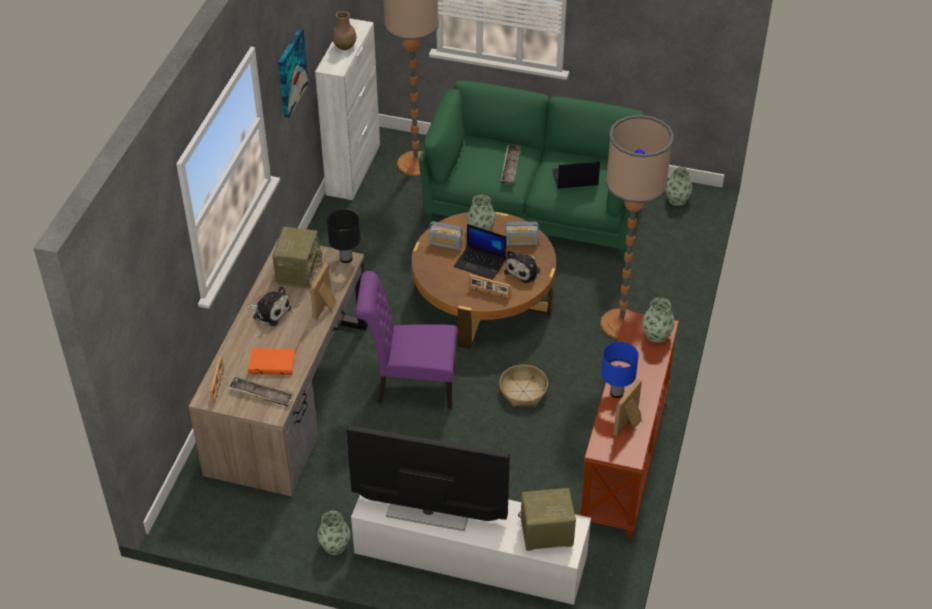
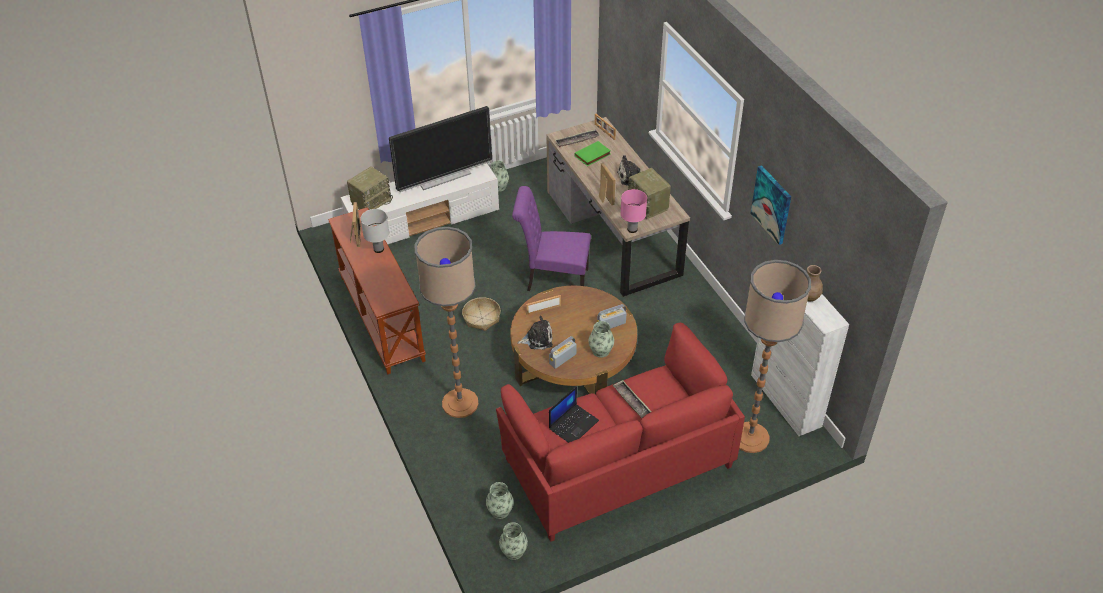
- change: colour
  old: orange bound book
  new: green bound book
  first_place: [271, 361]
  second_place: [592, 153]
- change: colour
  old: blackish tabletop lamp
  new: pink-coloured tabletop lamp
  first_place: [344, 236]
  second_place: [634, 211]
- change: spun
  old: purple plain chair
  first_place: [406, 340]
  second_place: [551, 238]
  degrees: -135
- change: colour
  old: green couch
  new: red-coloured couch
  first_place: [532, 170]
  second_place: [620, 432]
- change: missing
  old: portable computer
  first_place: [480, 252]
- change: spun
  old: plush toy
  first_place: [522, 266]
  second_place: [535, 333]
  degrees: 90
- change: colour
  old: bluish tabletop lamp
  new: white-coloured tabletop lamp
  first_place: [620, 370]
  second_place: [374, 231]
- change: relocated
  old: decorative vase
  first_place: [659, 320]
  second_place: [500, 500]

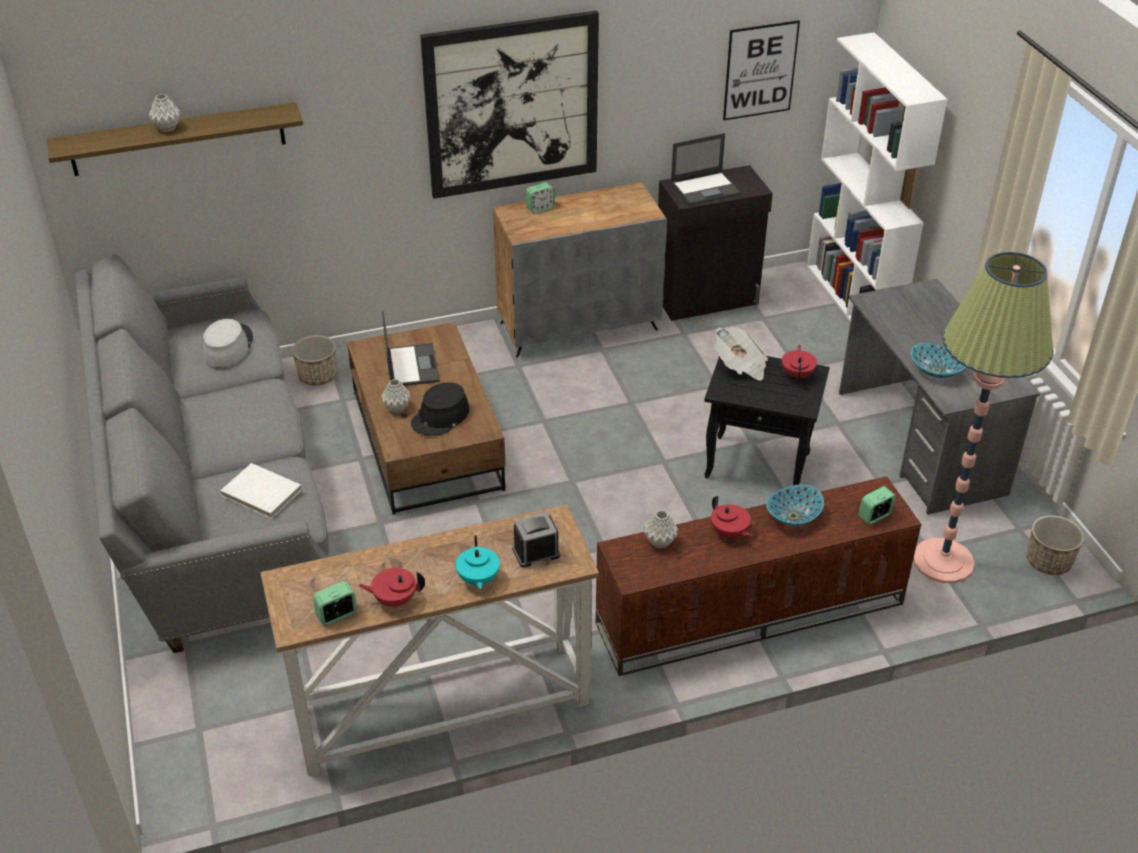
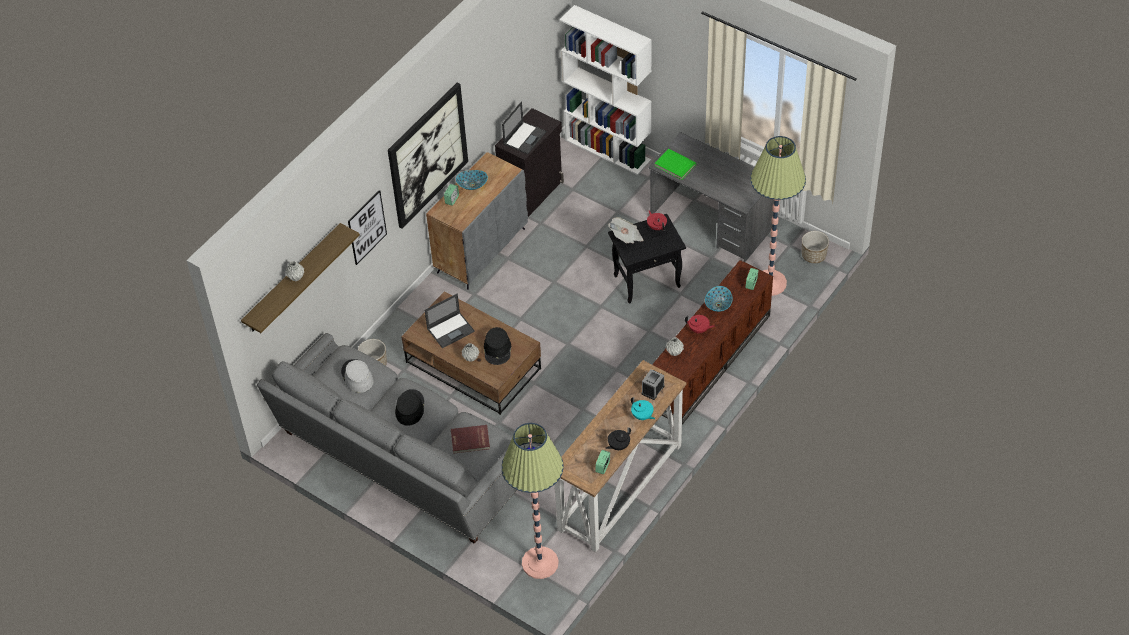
- change: colour
  old: white-coloured bound book
  new: red-coloured bound book
  first_place: [261, 491]
  second_place: [470, 439]
- change: colour
  old: red-coloured pot for tea
  new: blackish pot for tea
  first_place: [391, 588]
  second_place: [618, 438]
- change: spun
  old: portable computer
  first_place: [411, 348]
  second_place: [450, 321]
  degrees: 105
- change: relocated
  old: wall art
  first_place: [761, 70]
  second_place: [367, 227]
- change: relocated
  old: bowl
  first_place: [938, 360]
  second_place: [472, 180]
- change: appeared
  new: blackish clothing hat
  second_place: [409, 407]
- change: appeared
  new: standard lamp
  second_place: [532, 501]
- change: appeared
  new: green bound book
  second_place: [675, 164]

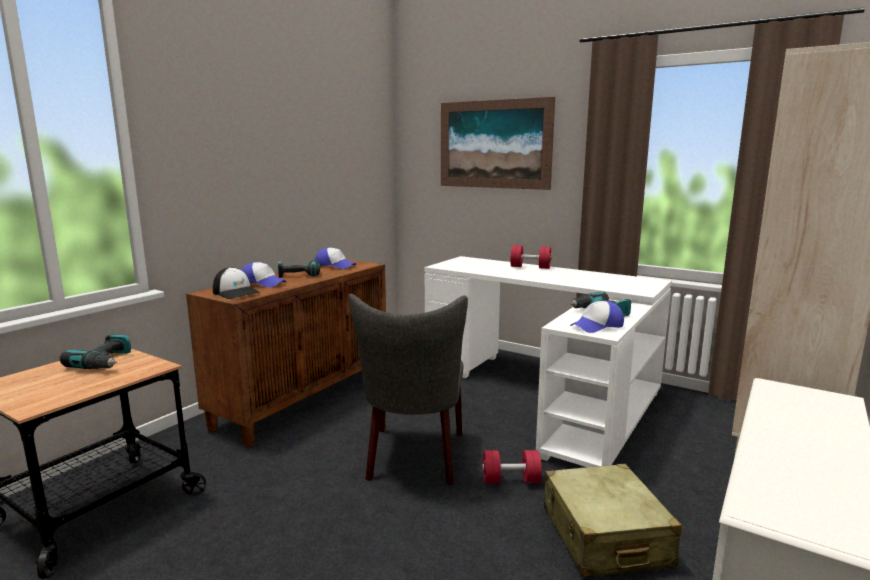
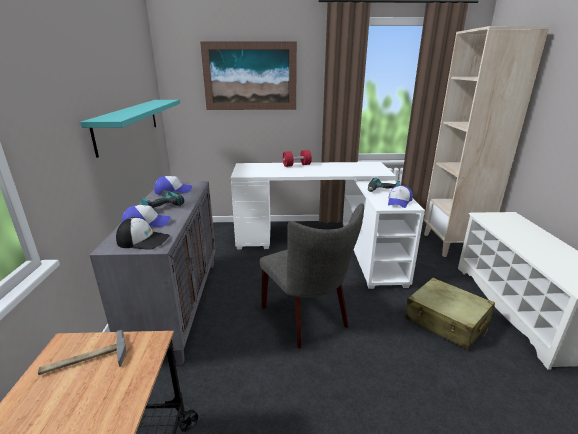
- change: exchanged
  old: electric drill
  new: tool hammer
  first_place: [95, 351]
  second_place: [82, 352]
- change: colour
  old: brownish storage cabinet
  new: gray storage cabinet
  first_place: [286, 353]
  second_place: [152, 273]
- change: missing
  old: red-coloured free weight
  first_place: [512, 466]
- change: appeared
  new: turquoise shelf
  second_place: [130, 129]

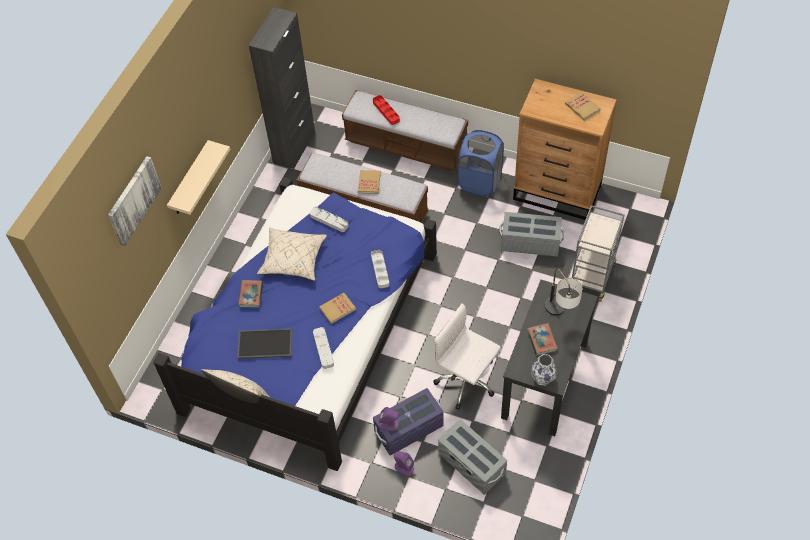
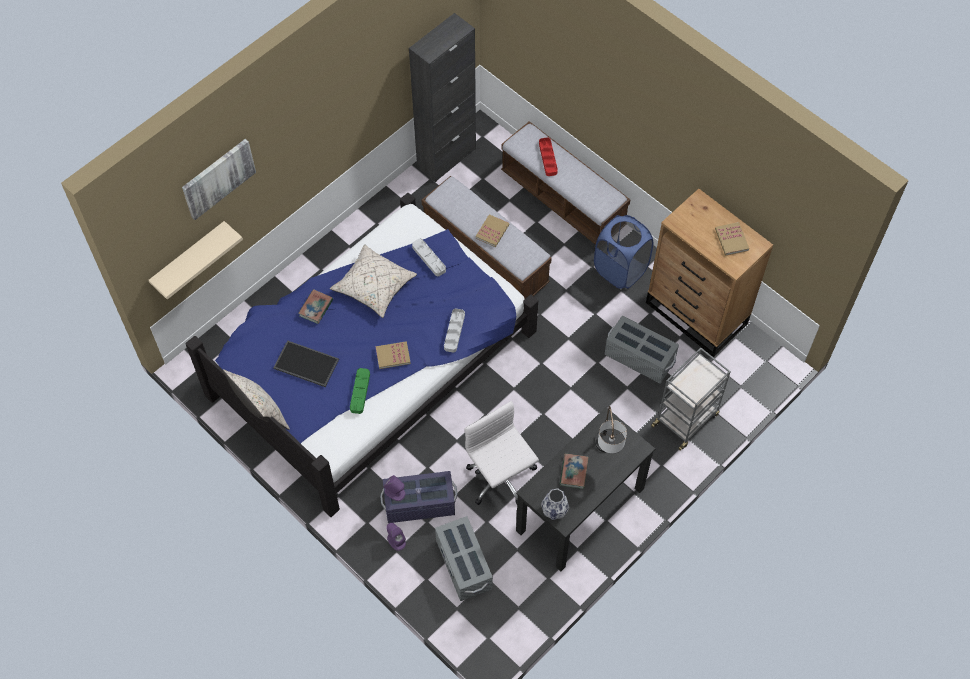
- change: relocated
  old: beige-coloured shelf
  first_place: [198, 177]
  second_place: [196, 260]
- change: colour
  old: gray tray
  new: green tray
  first_place: [323, 348]
  second_place: [360, 391]

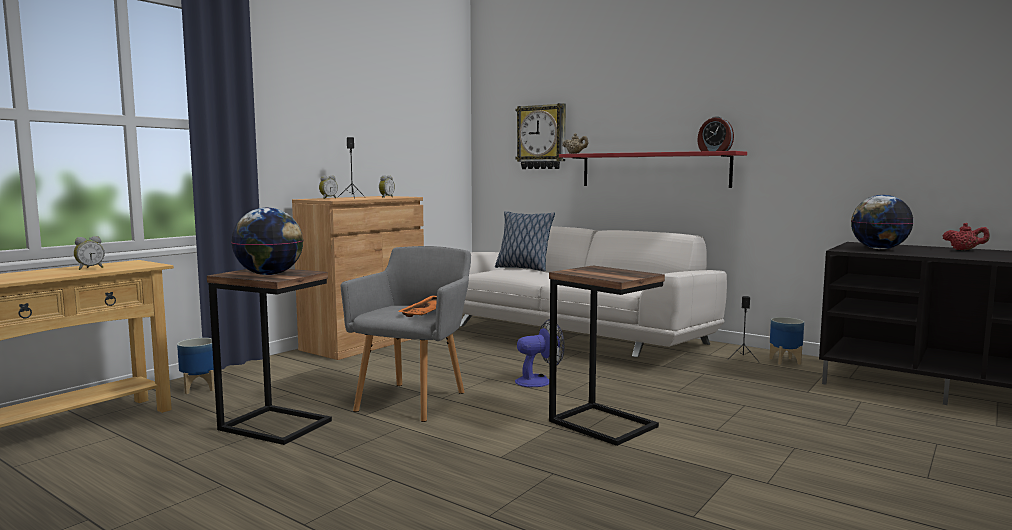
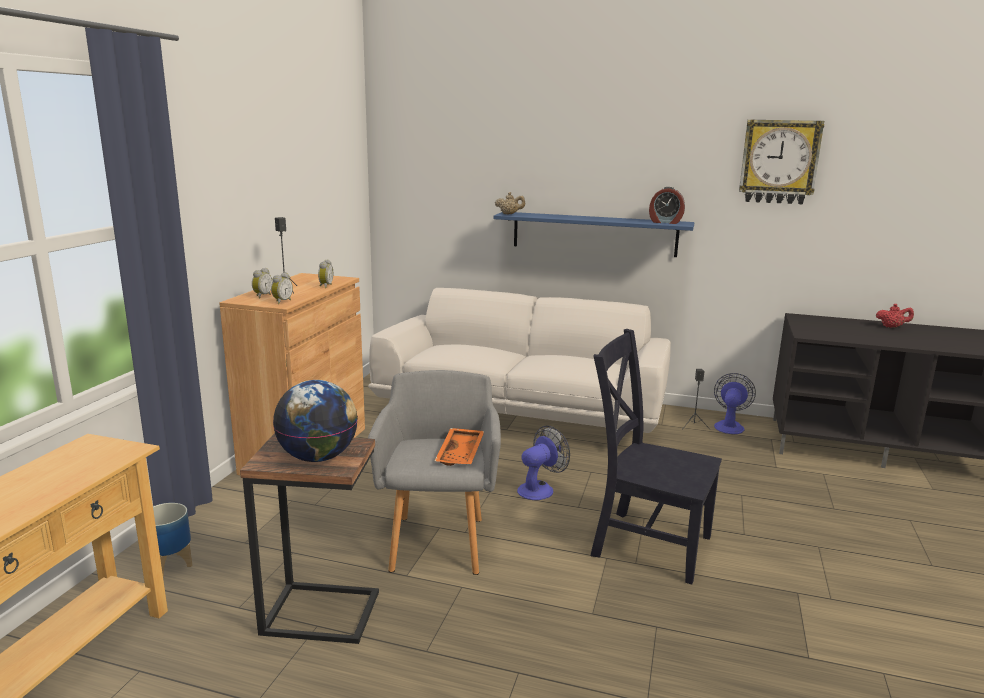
- change: relocated
  old: bedside clock
  first_place: [89, 253]
  second_place: [282, 288]
- change: missing
  old: pillow
  first_place: [525, 241]
- change: relocated
  old: clock on the wall
  first_place: [540, 136]
  second_place: [781, 161]
- change: exchanged
  old: end table
  new: blackish plain chair
  first_place: [607, 356]
  second_place: [656, 457]
- change: colour
  old: red-coloured shelf
  new: bluish shelf
  first_place: [653, 169]
  second_place: [593, 234]
- change: exchanged
  old: planter
  new: fan
  first_place: [786, 341]
  second_place: [735, 403]
- change: missing
  old: globe
  first_place: [882, 222]

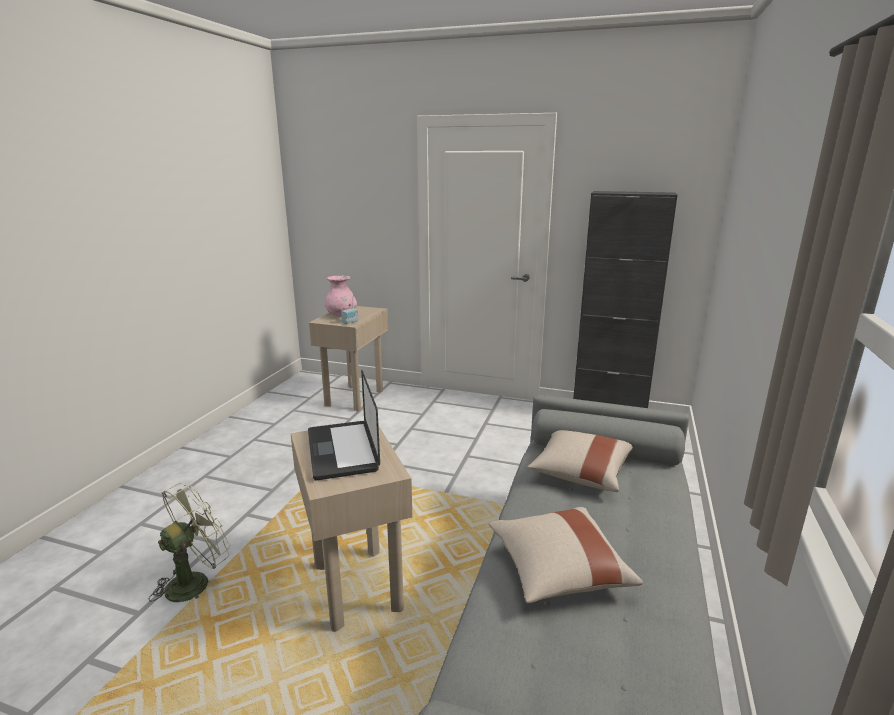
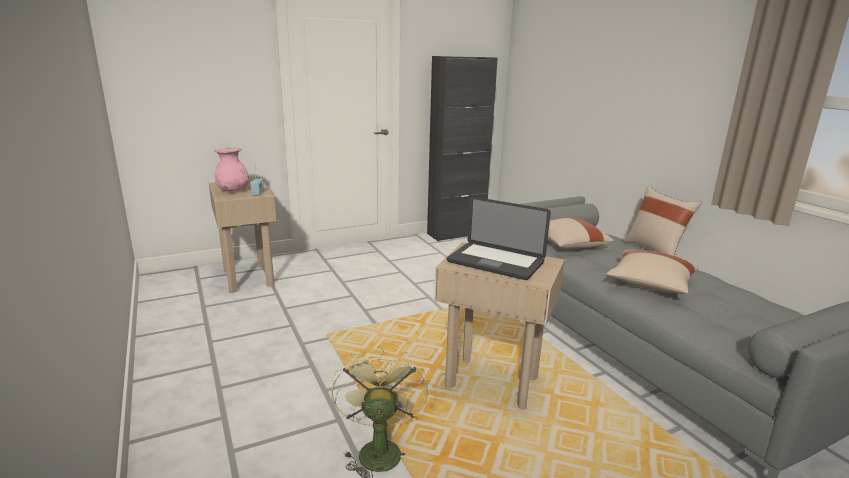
- change: appeared
  new: beige-coloured pillow
  second_place: [663, 221]

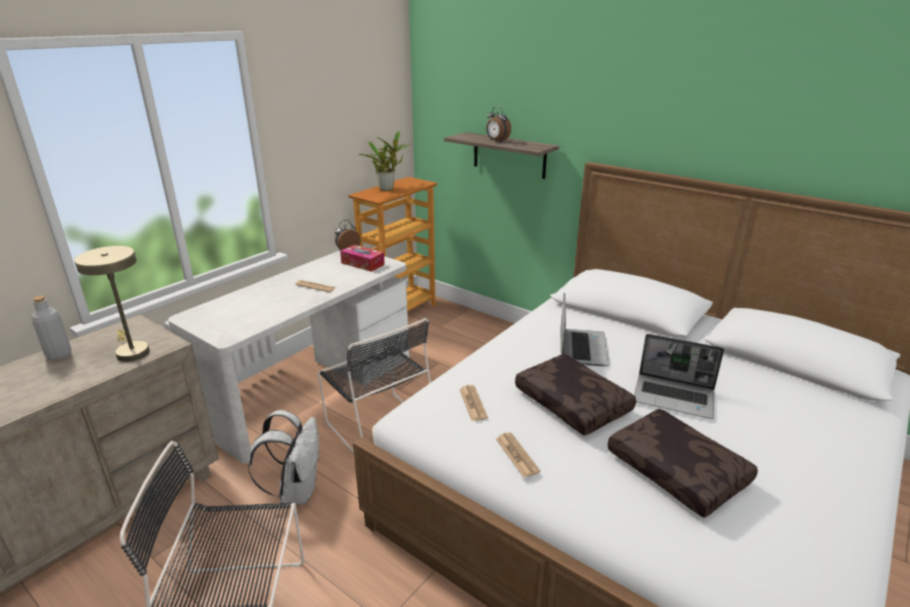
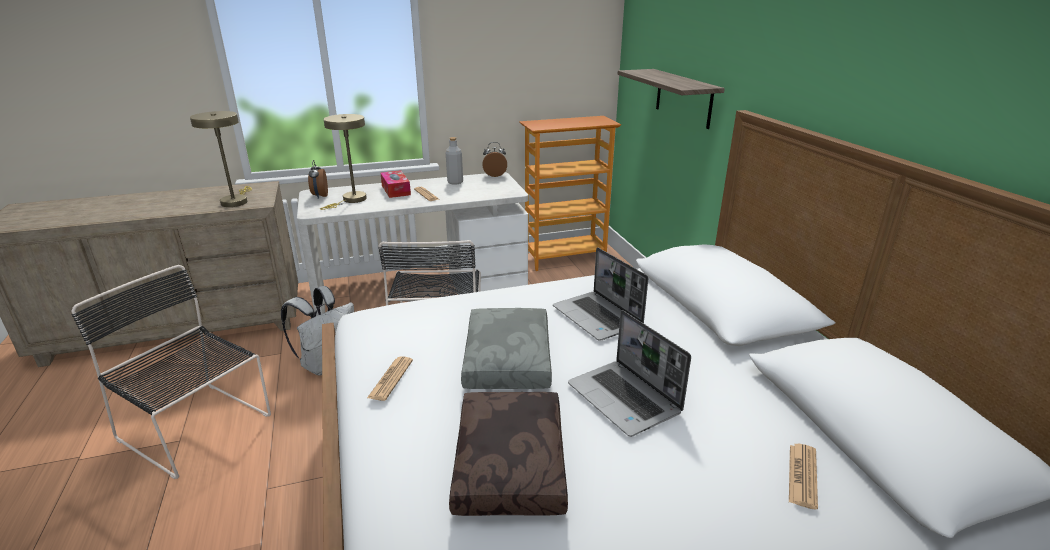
- change: relocated
  old: gray bottle
  first_place: [51, 328]
  second_place: [454, 161]
- change: relocated
  old: tissue box
  first_place: [362, 258]
  second_place: [395, 184]
- change: missing
  old: houseplant
  first_place: [385, 161]
- change: relocated
  old: printed paper
  first_place: [473, 403]
  second_place: [803, 477]
- change: relocated
  old: bedside clock
  first_place: [498, 124]
  second_place: [318, 179]
- change: colour
  old: brownish pillow
  new: gray pillow
  first_place: [575, 395]
  second_place: [506, 348]
- change: spun
  old: portable computer
  first_place: [584, 329]
  second_place: [600, 294]
  degrees: 105
- change: appeared
  new: beige-coloured tabletop lamp
  second_place: [343, 162]

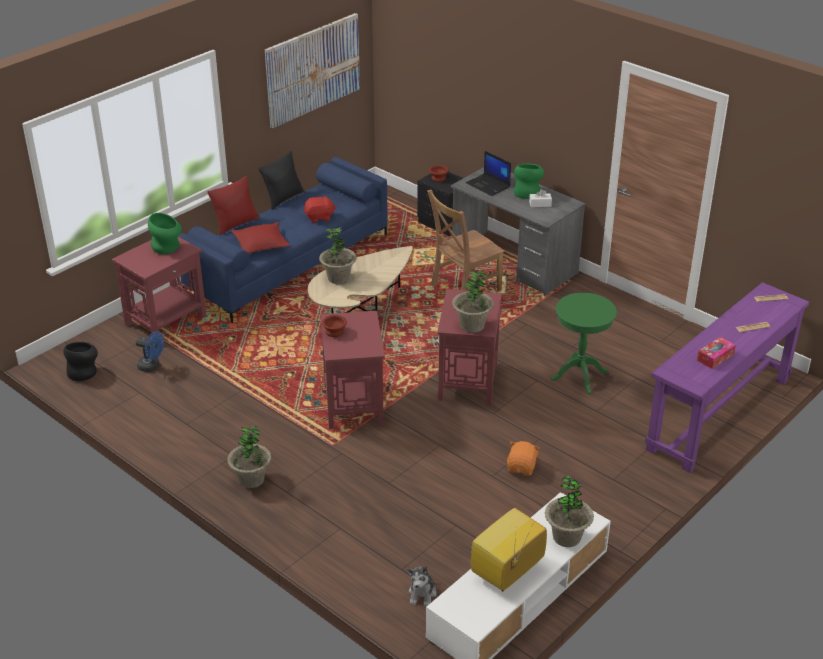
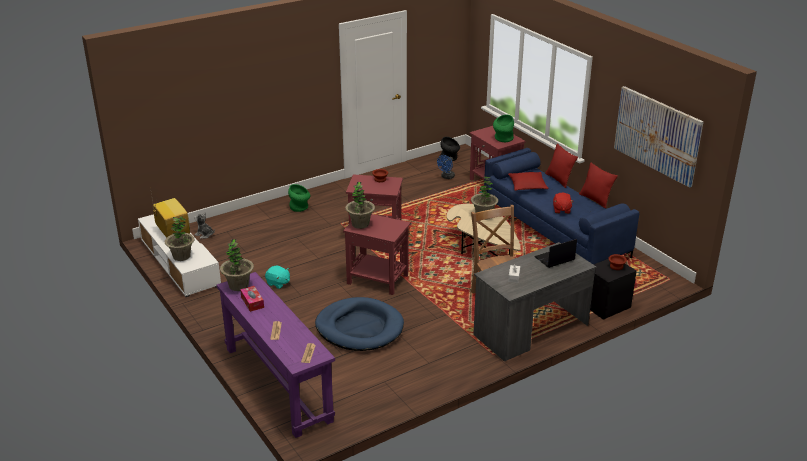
- change: relocated
  old: houseplant
  first_place: [249, 457]
  second_place: [237, 265]
- change: colour
  old: blackish pillow
  new: red-coloured pillow
  first_place: [281, 180]
  second_place: [598, 186]
- change: colour
  old: orange plush toy
  new: turquoise plush toy
  first_place: [523, 458]
  second_place: [277, 277]
- change: relocated
  old: green decorative vase
  first_place: [528, 181]
  second_place: [299, 198]
- change: exchanged
  old: green end table
  new: bluish dog cushion
  first_place: [584, 343]
  second_place: [359, 324]

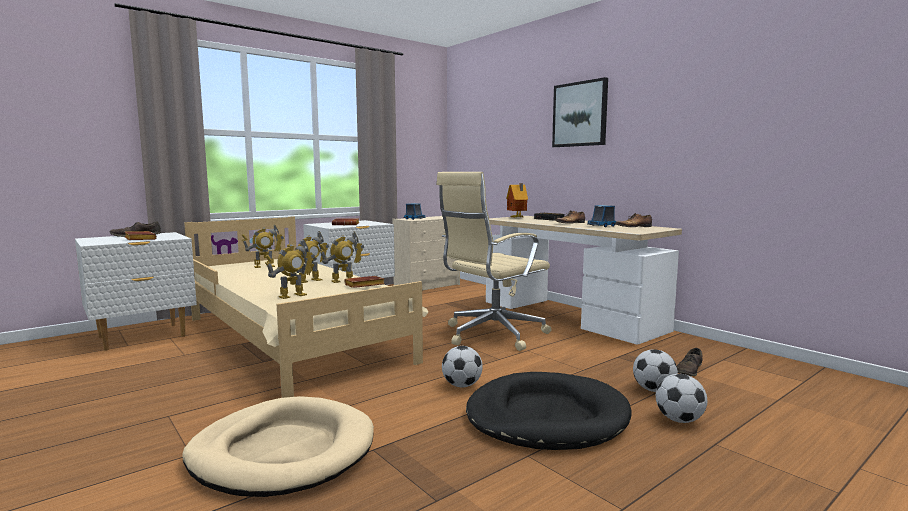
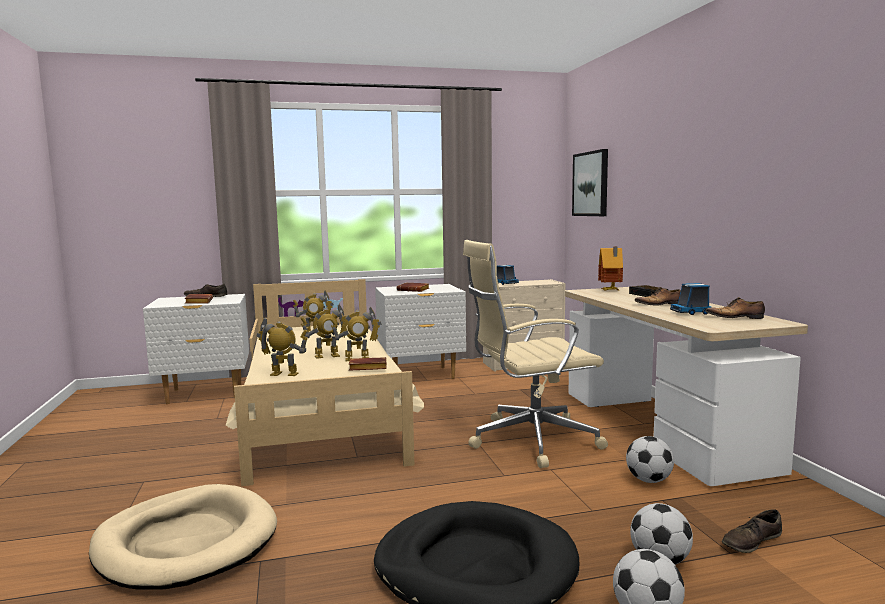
- change: spun
  old: toy robot
  first_place: [290, 269]
  second_place: [282, 346]
  degrees: -150
- change: relocated
  old: football ball
  first_place: [462, 366]
  second_place: [650, 459]
- change: relocated
  old: wall art
  first_place: [580, 112]
  second_place: [590, 182]

